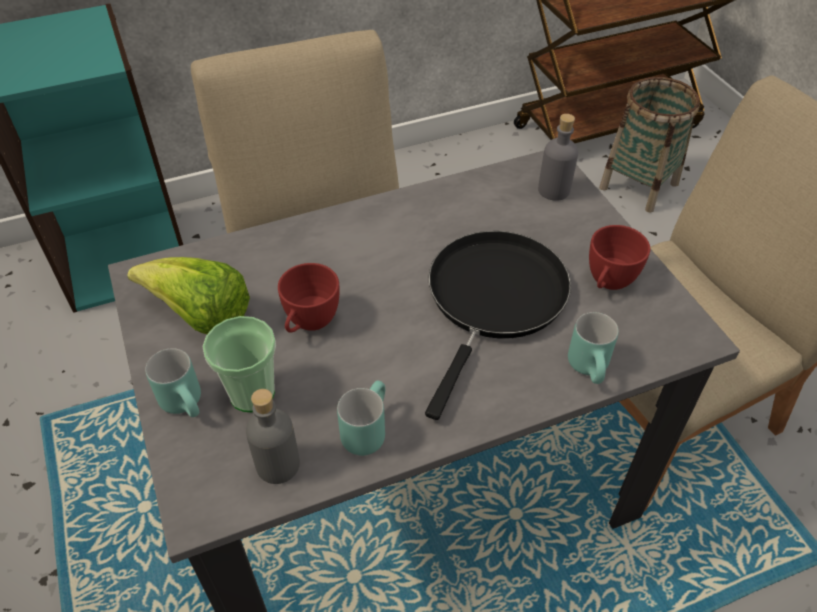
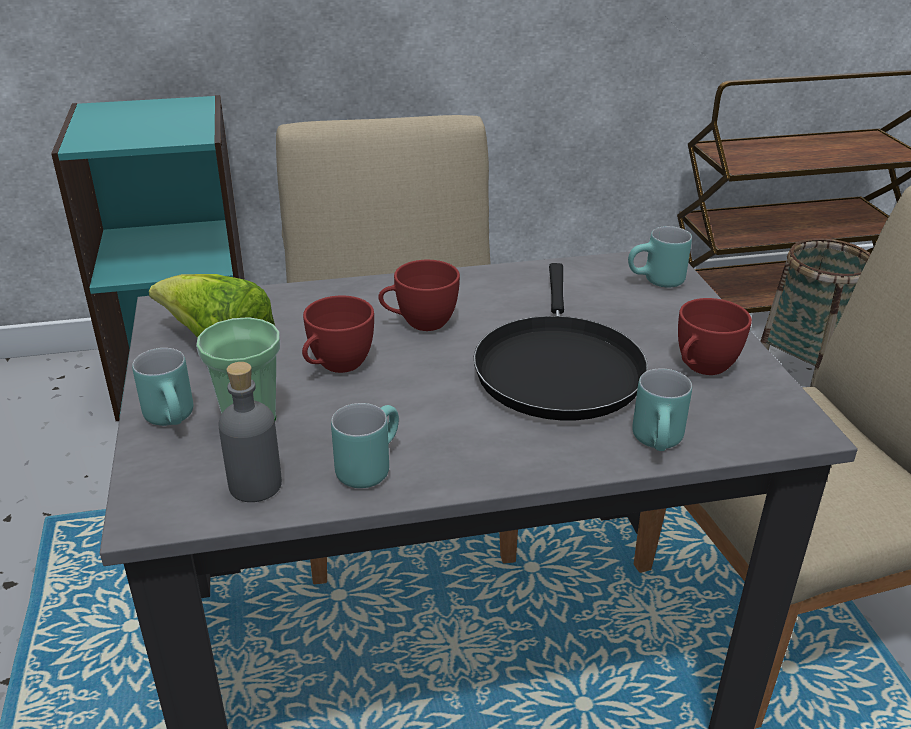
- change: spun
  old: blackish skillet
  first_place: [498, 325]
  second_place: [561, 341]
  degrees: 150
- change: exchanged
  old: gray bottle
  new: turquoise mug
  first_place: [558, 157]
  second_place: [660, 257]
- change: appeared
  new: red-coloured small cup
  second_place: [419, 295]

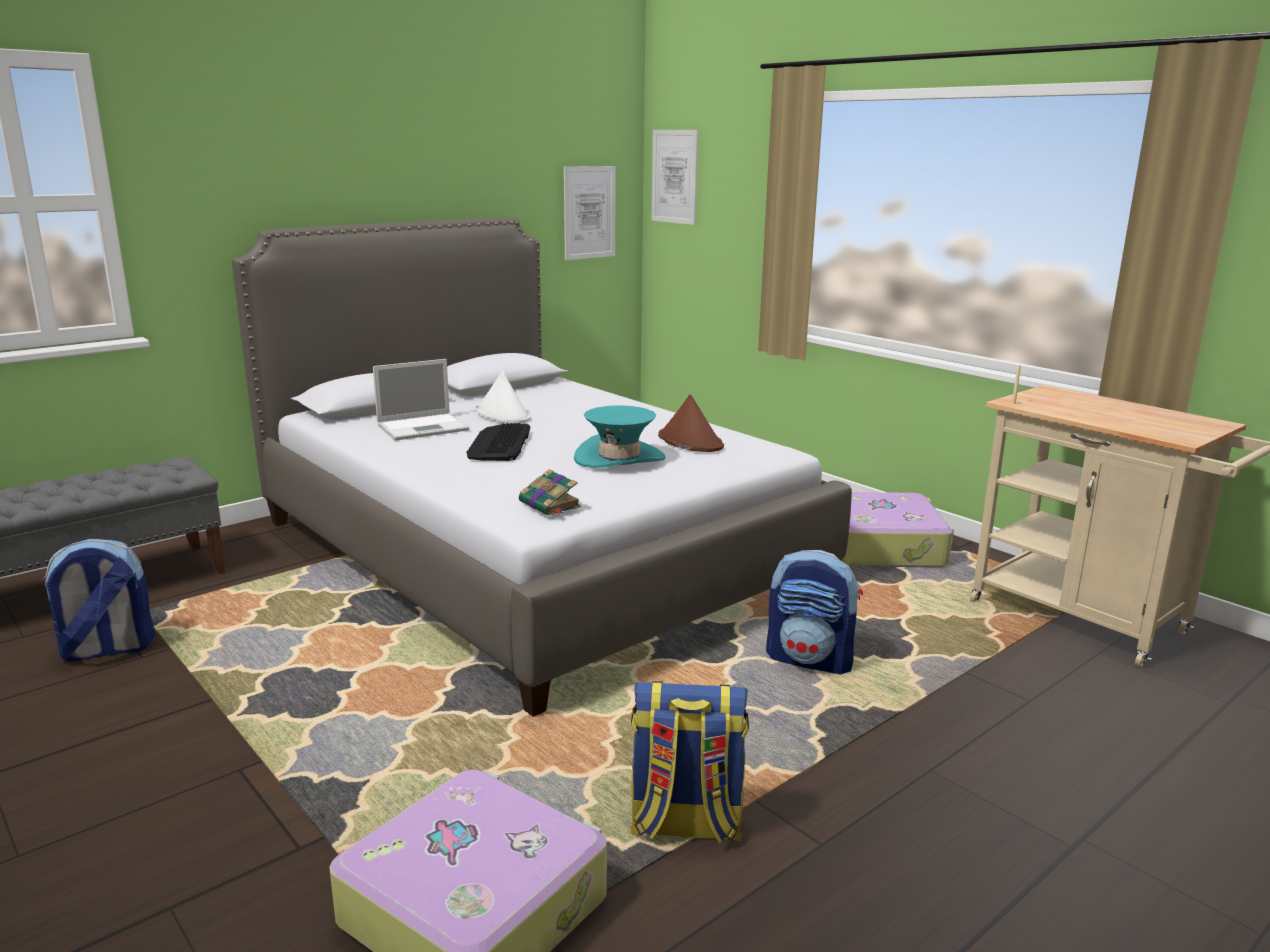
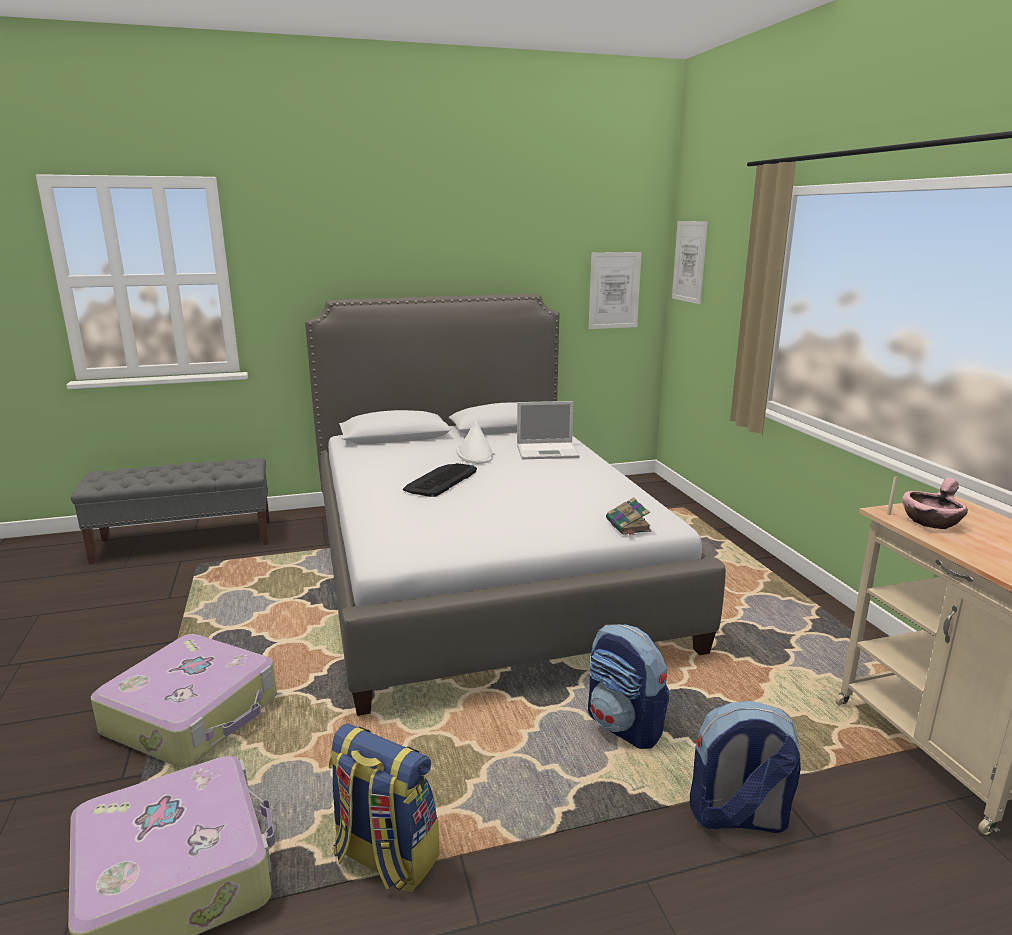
- change: relocated
  old: backpack
  first_place: [97, 600]
  second_place: [745, 767]
- change: relocated
  old: portable computer
  first_place: [421, 400]
  second_place: [548, 430]
- change: relocated
  old: bound book
  first_place: [550, 492]
  second_place: [629, 516]
- change: missing
  old: turquoise clothing hat
  first_place: [619, 436]
- change: missing
  old: brownish clothing hat
  first_place: [691, 423]
- change: relocated
  old: piece of luggage
  first_place: [898, 529]
  second_place: [184, 701]
- change: appeared
  new: pink-coloured bowl
  second_place: [935, 503]

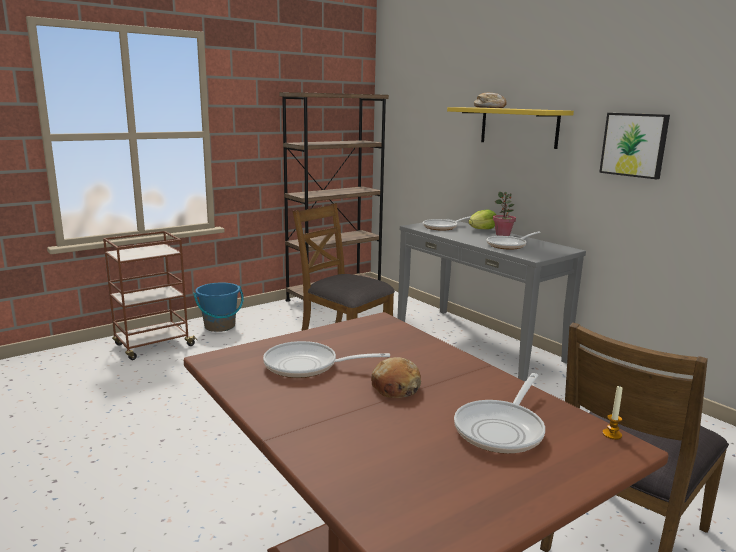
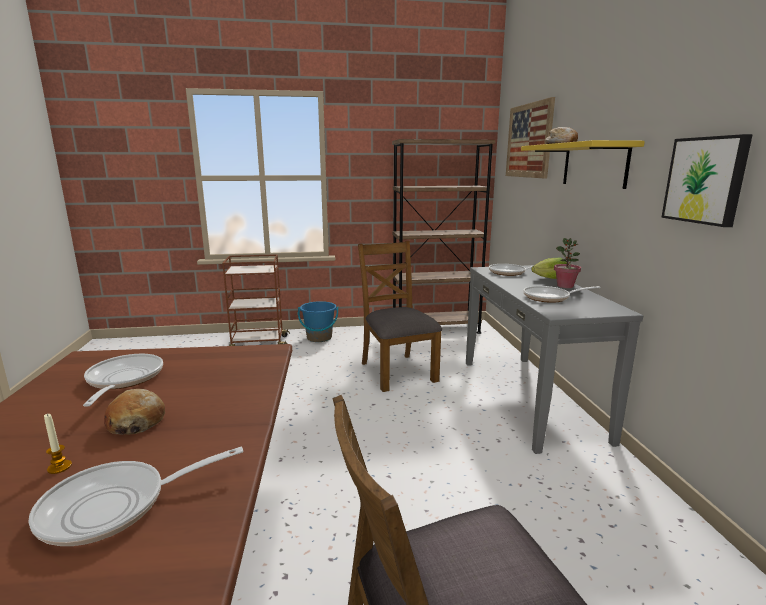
- change: spun
  old: skillet
  first_place: [326, 359]
  second_place: [123, 380]
  degrees: 45
- change: relocated
  old: candle
  first_place: [612, 413]
  second_place: [58, 444]
- change: appeared
  new: wall art
  second_place: [530, 138]

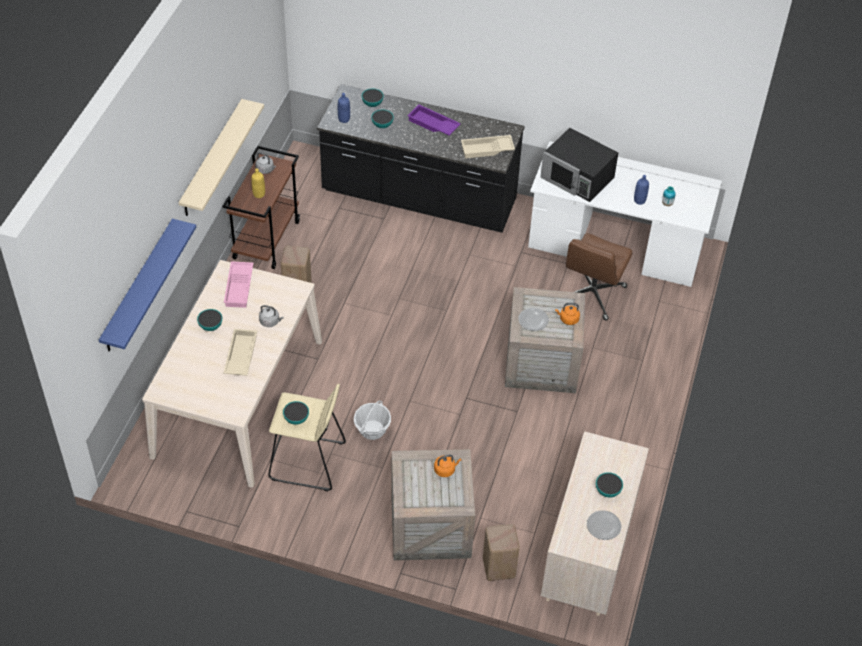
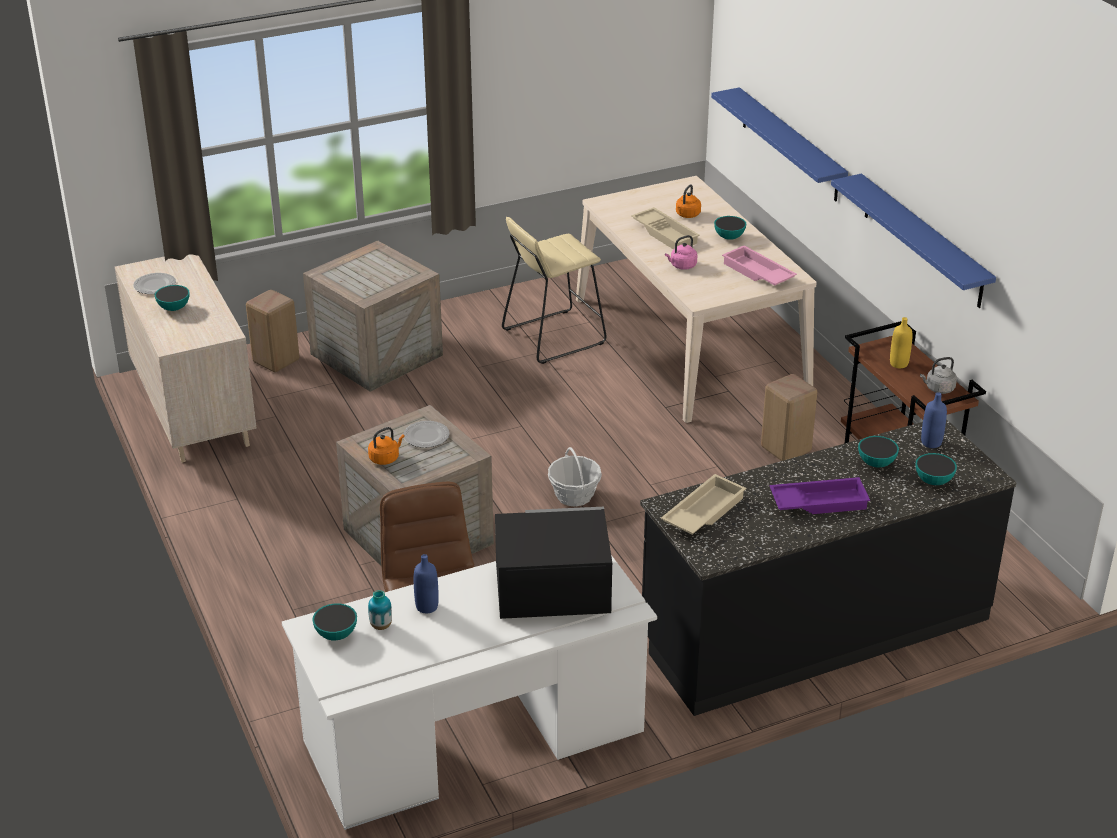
- change: colour
  old: beige-coloured shelf
  new: bluish shelf
  first_place: [221, 157]
  second_place: [913, 241]
- change: colour
  old: gray tea kettle
  new: pink-coloured tea kettle
  first_place: [271, 316]
  second_place: [681, 252]
- change: relocated
  old: bowl
  first_place: [296, 413]
  second_place: [334, 621]
- change: relocated
  old: basket
  first_place: [372, 420]
  second_place: [575, 477]
- change: relocated
  old: orange tea kettle
  first_place: [447, 466]
  second_place: [688, 201]

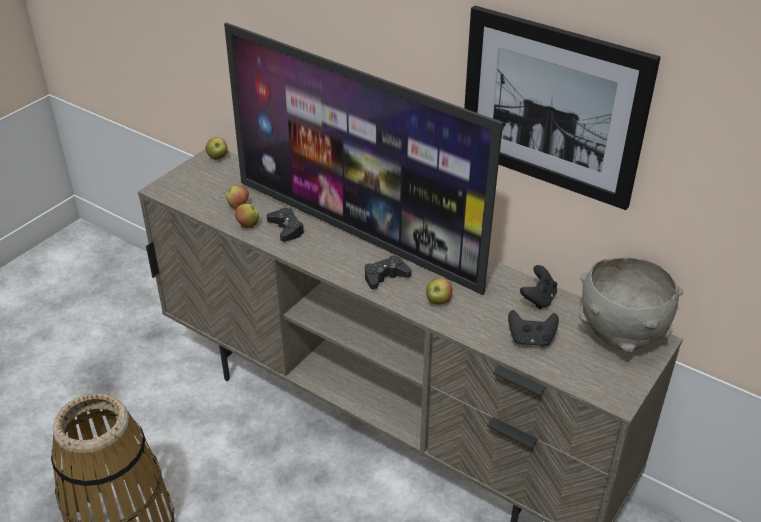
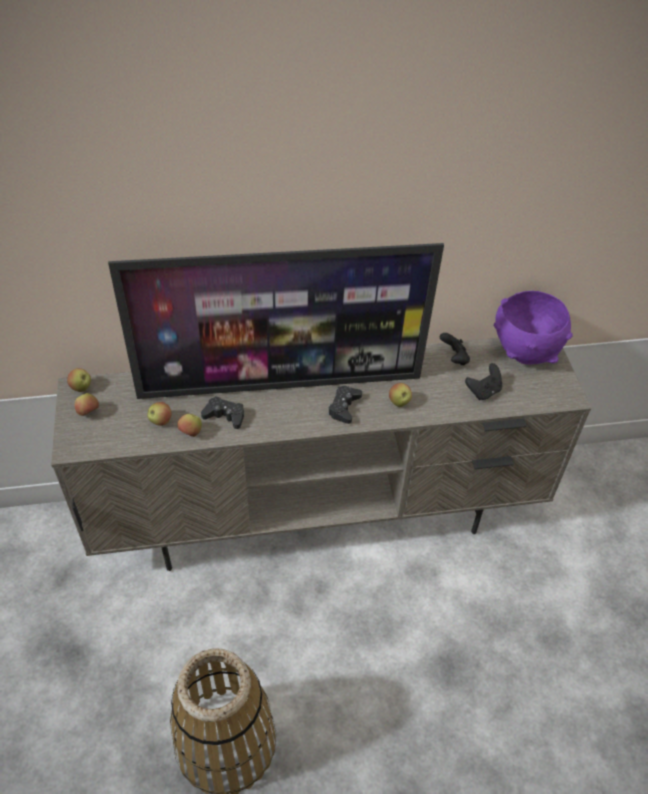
- change: missing
  old: wall art
  first_place: [562, 108]
- change: colour
  old: gray bowl
  new: purple bowl
  first_place: [631, 305]
  second_place: [533, 328]
- change: appeared
  new: whole apple
  second_place: [87, 404]

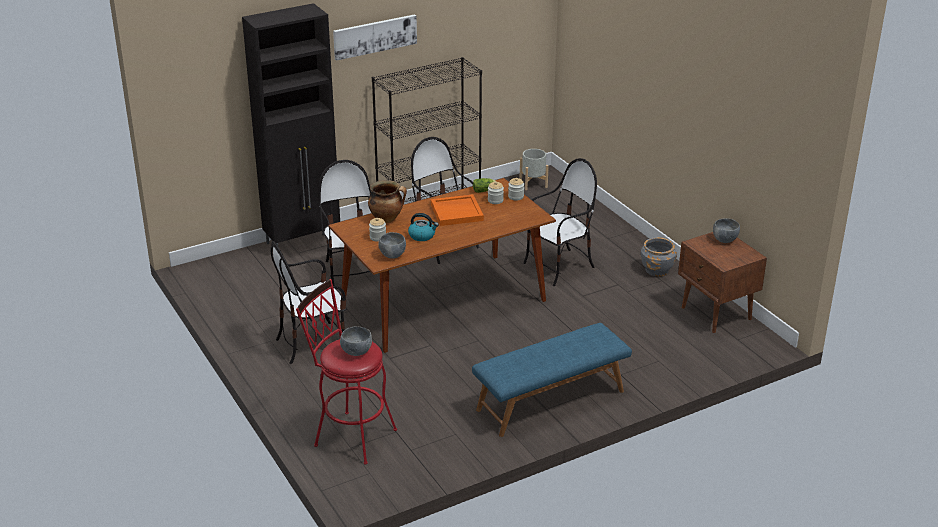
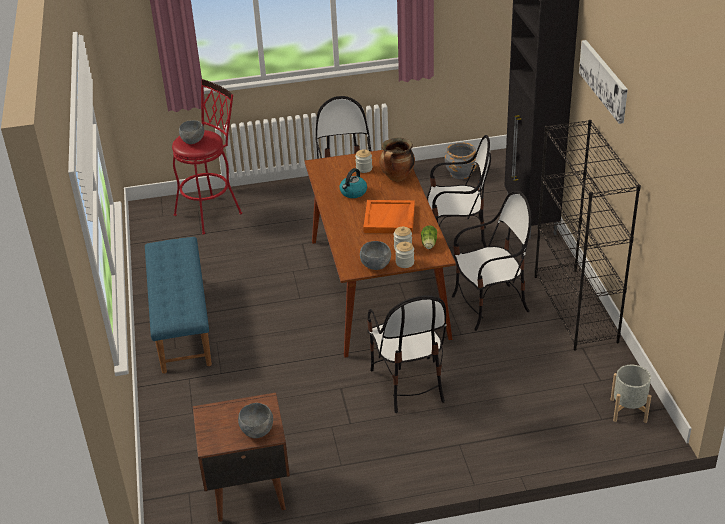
- change: relocated
  old: gray bowl
  first_place: [392, 245]
  second_place: [375, 255]
- change: relocated
  old: gray planter
  first_place: [659, 256]
  second_place: [460, 160]

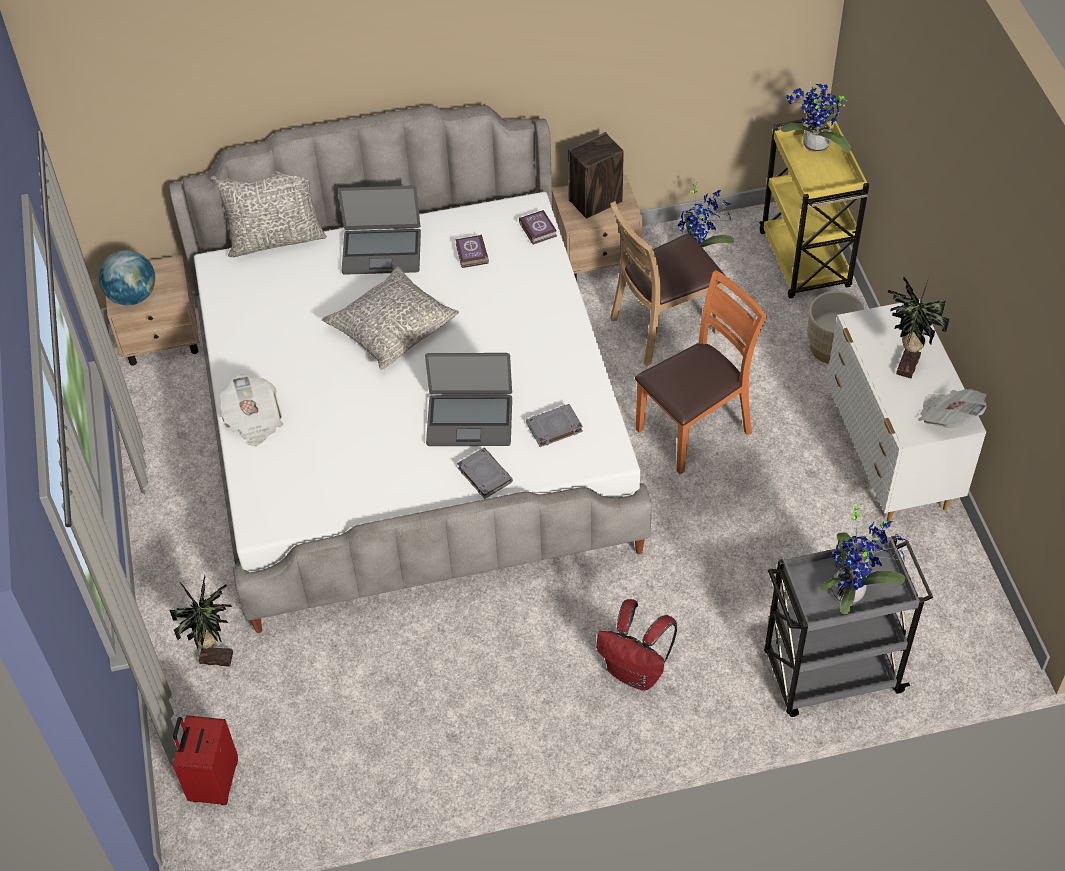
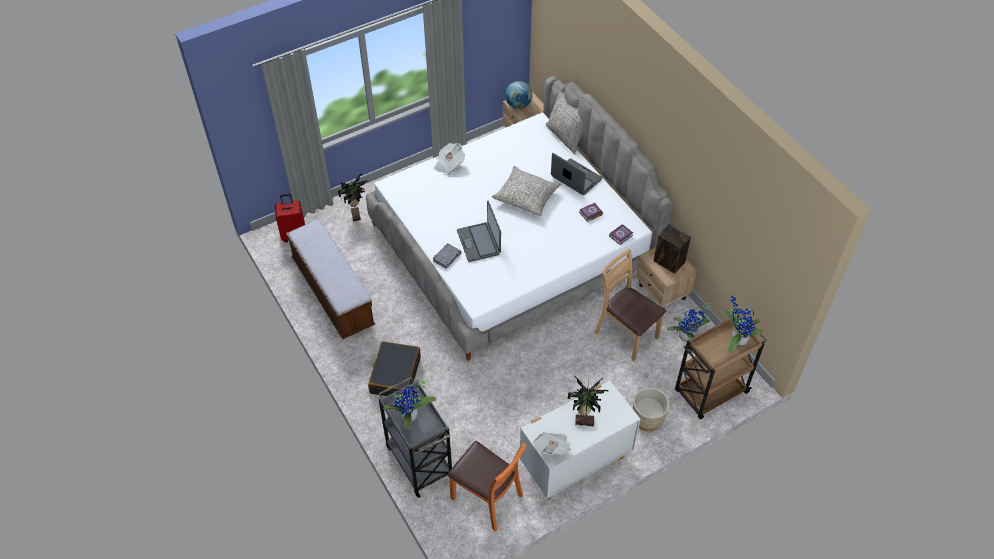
- change: spun
  old: portable computer
  first_place: [379, 230]
  second_place: [576, 174]
  degrees: 150
- change: missing
  old: gray bound book
  first_place: [554, 425]
- change: exchanged
  old: red-coloured backpack
  new: blackish piece of luggage
  first_place: [637, 645]
  second_place: [394, 368]
- change: relocated
  old: orange plain chair
  first_place: [701, 372]
  second_place: [486, 486]
- change: colour
  old: yellowish wheeled cart
  new: brownish wheeled cart
  first_place: [814, 207]
  second_place: [721, 367]
- change: appeared
  new: bench
  second_place: [330, 279]

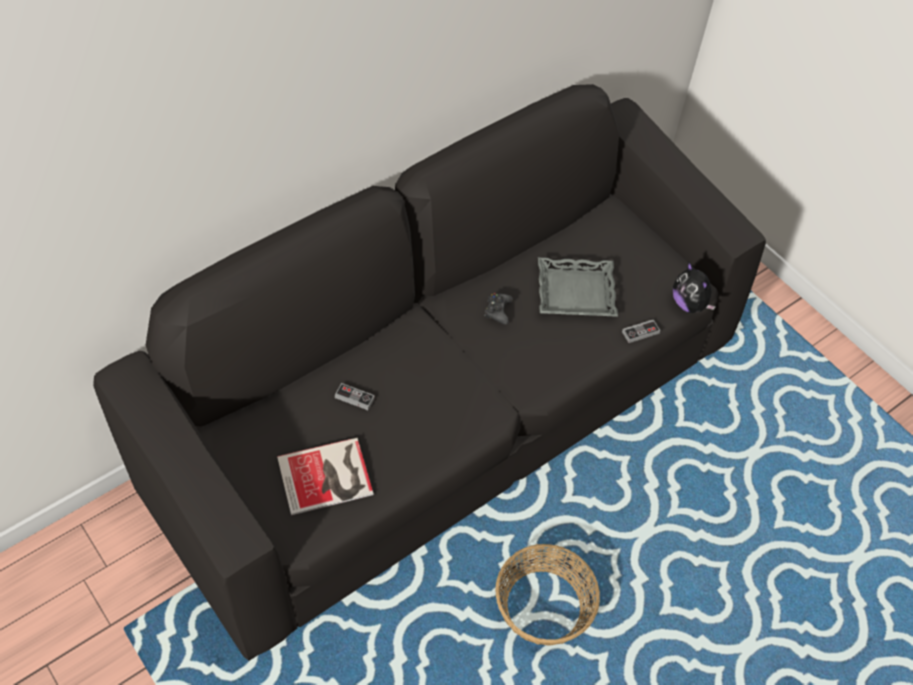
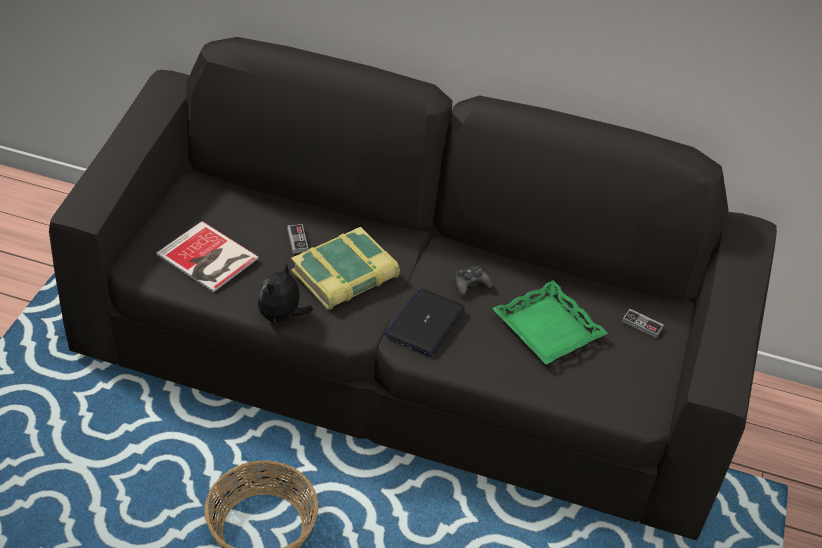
- change: colour
  old: gray tray
  new: green tray
  first_place: [578, 287]
  second_place: [550, 322]
- change: relocated
  old: gamepad
  first_place: [641, 331]
  second_place: [643, 323]
- change: relocated
  old: plush toy
  first_place: [694, 287]
  second_place: [285, 294]
- change: appeared
  new: bound book
  second_place: [345, 268]
- change: appeared
  new: portable computer
  second_place: [425, 322]

